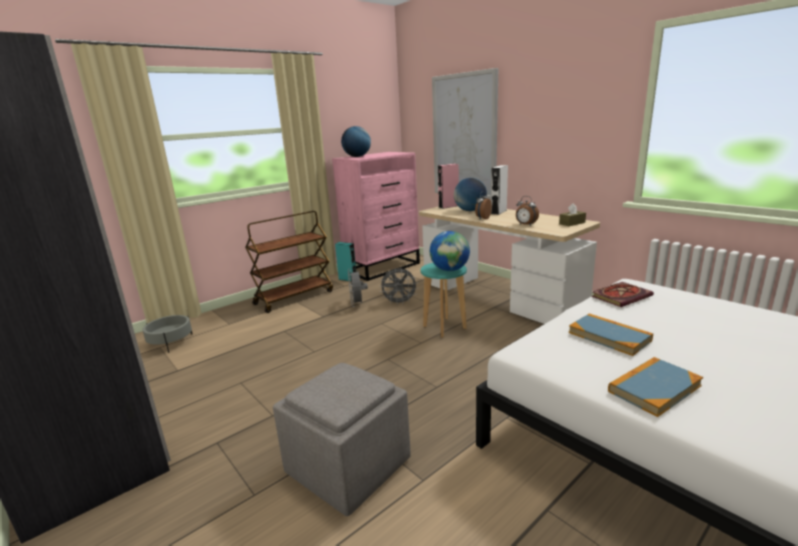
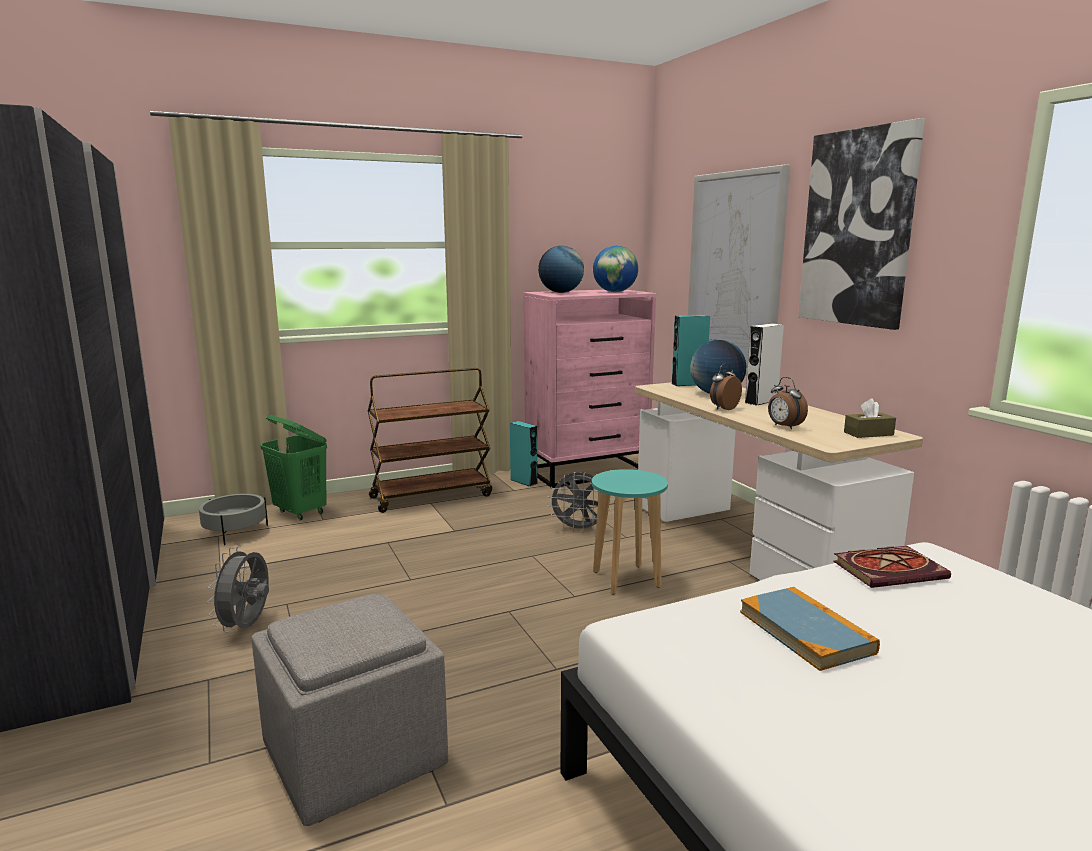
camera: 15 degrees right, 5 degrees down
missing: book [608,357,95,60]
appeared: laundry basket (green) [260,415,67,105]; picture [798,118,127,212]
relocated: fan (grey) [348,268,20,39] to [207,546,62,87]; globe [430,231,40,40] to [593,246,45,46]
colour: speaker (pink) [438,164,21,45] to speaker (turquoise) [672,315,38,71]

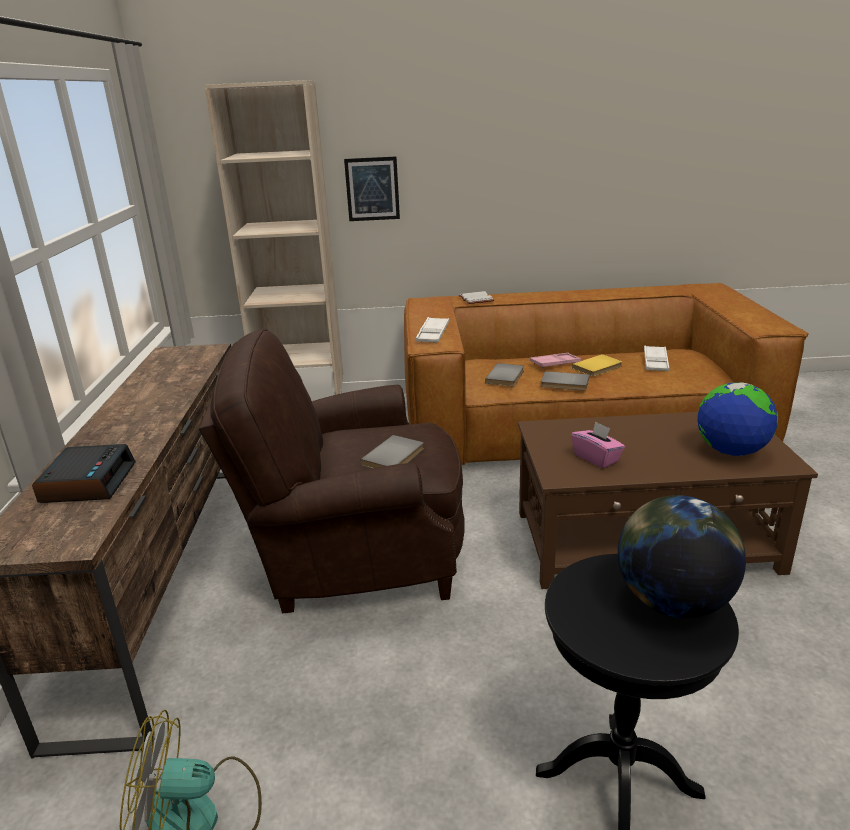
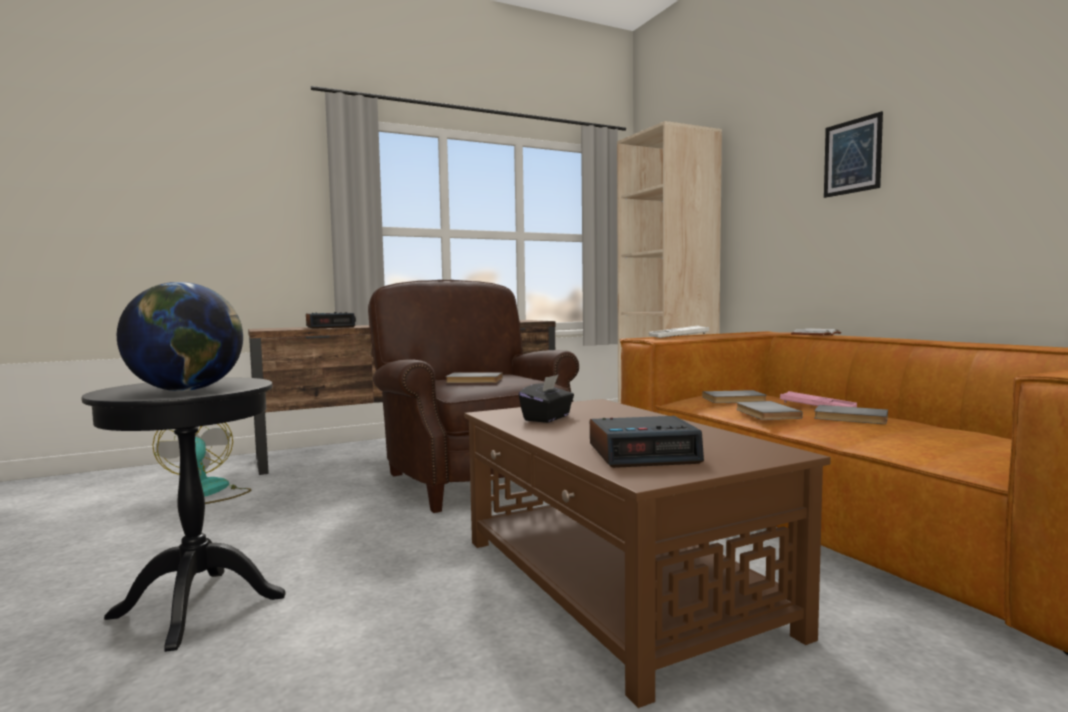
camera: 65 degrees right, 20 degrees down
missing: tray (white) [644,346,25,25]
relocated: picture [344,157,56,64] to [824,111,59,87]
exchanged: globe [697,382,81,74] to alarm clock [590,416,114,52]
colour: tissue box (pink) [571,421,54,47] to tissue box (black) [519,375,55,48]; book (yellow) [572,354,50,22] to book (grey) [814,405,74,19]

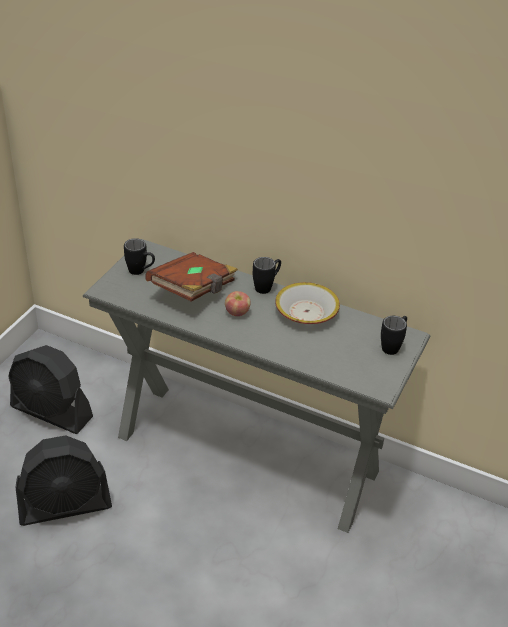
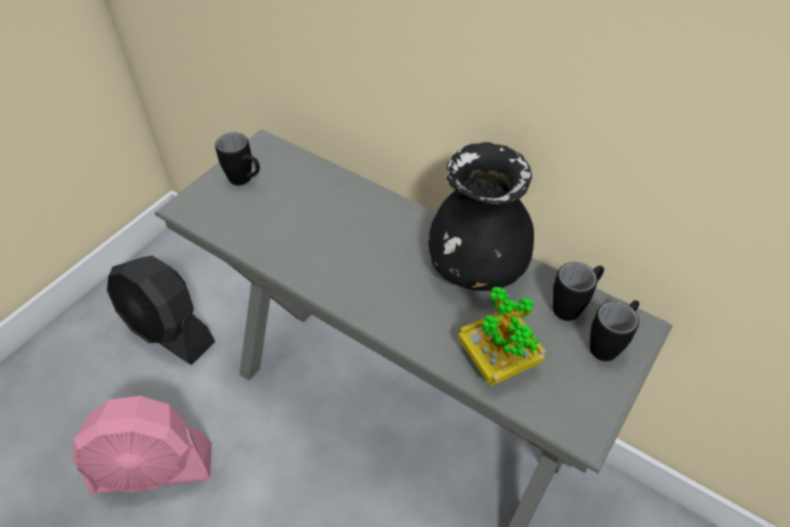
camera: 10 degrees right, 10 degrees up
missing: book (brown) [145,252,93,50]; apple [225,291,26,25]
appeared: potted plant [458,287,88,99]
relocated: mug (black) [253,257,28,37] to [553,262,51,59]
exchanged: bowl [275,282,65,42] to vase (black) [428,142,106,149]
colour: fan (black) [16,435,96,91] to fan (pink) [73,396,139,98]

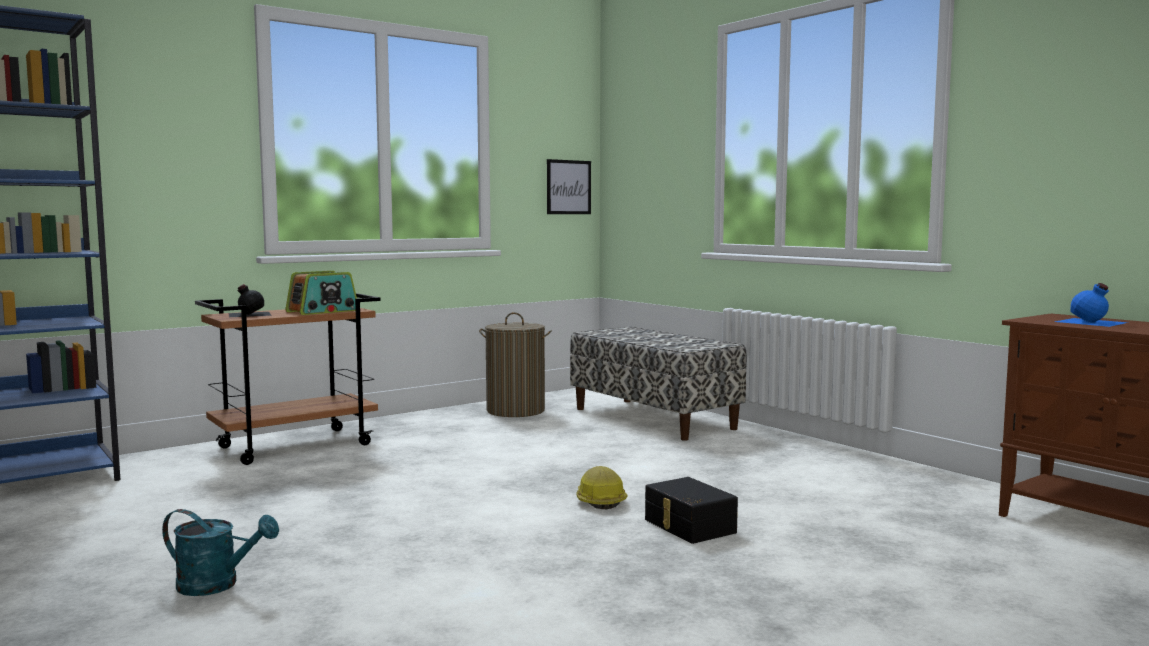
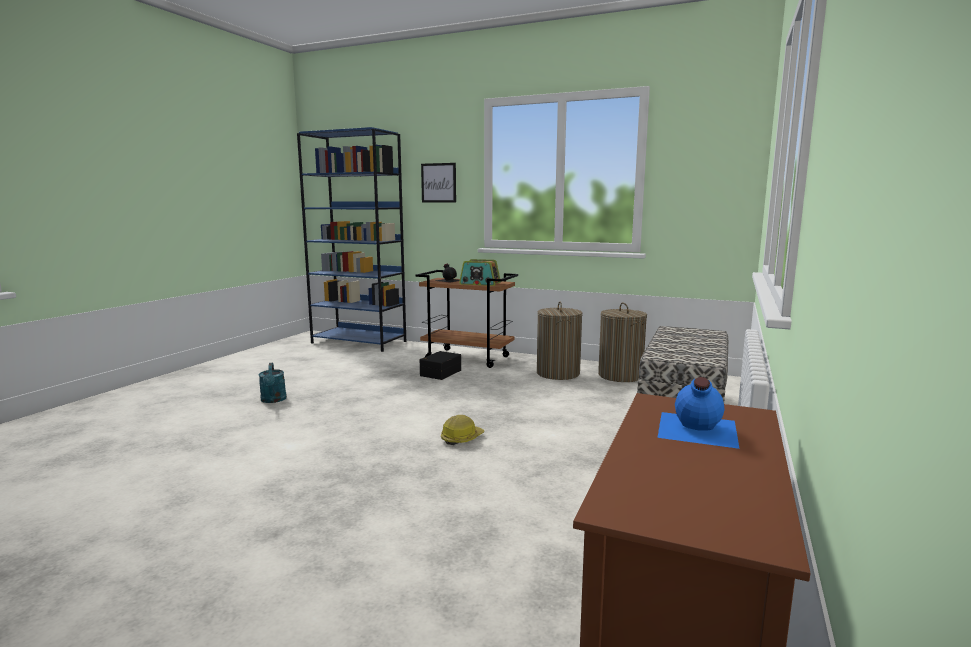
camera: 60 degrees right, 5 degrees up
appeared: laundry basket [537,301,45,79]
relocated: storage box (black) [645,477,93,67] to [420,351,41,29]; picture [547,159,44,55] to [421,163,35,40]

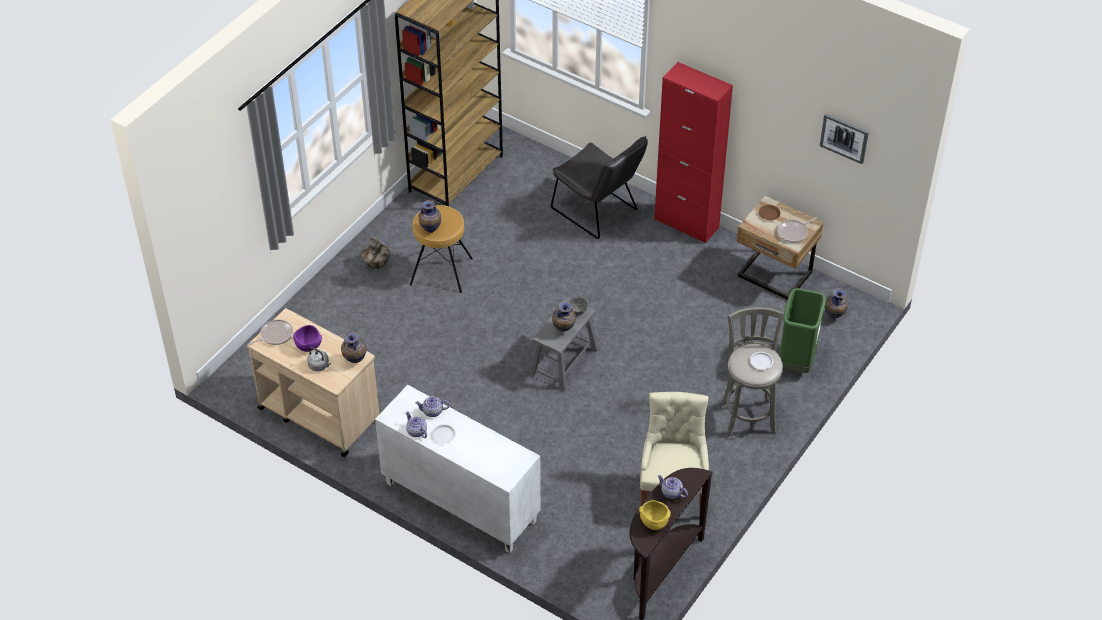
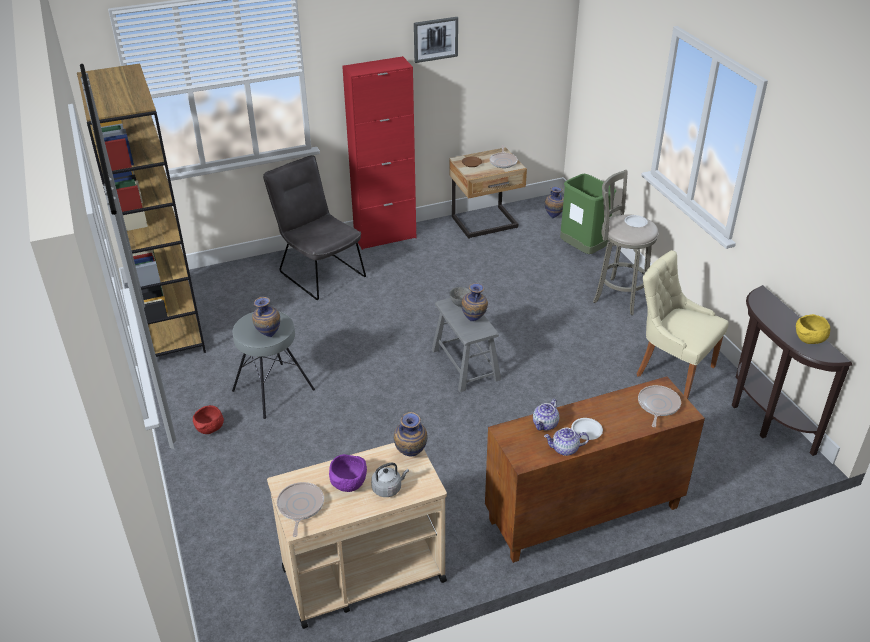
camera: 55 degrees left, 10 degrees down
missing: teapot [658,475,30,24]
appeared: frying pan [638,385,43,42]
relocated: picture [820,113,49,51] to [414,17,44,46]
exchanged: vase [361,236,29,33] to bowl (red) [193,405,31,29]
colour: stool (brown) [410,205,63,88] to stool (grey) [232,311,83,108]; cabinet (white) [375,385,166,168] to cabinet (brown) [485,376,220,187]
spun: chair (grey) [551,136,97,103] = [263,155,103,145] 120 degrees counterclockwise

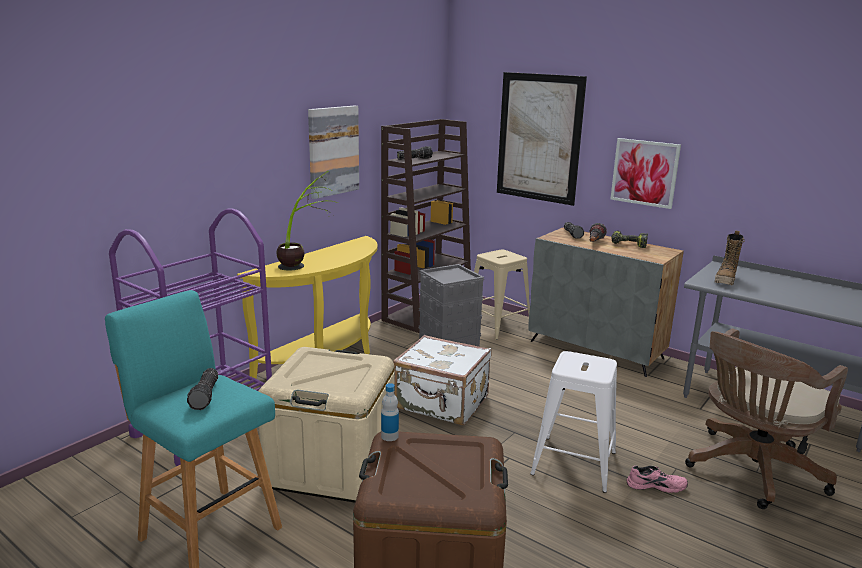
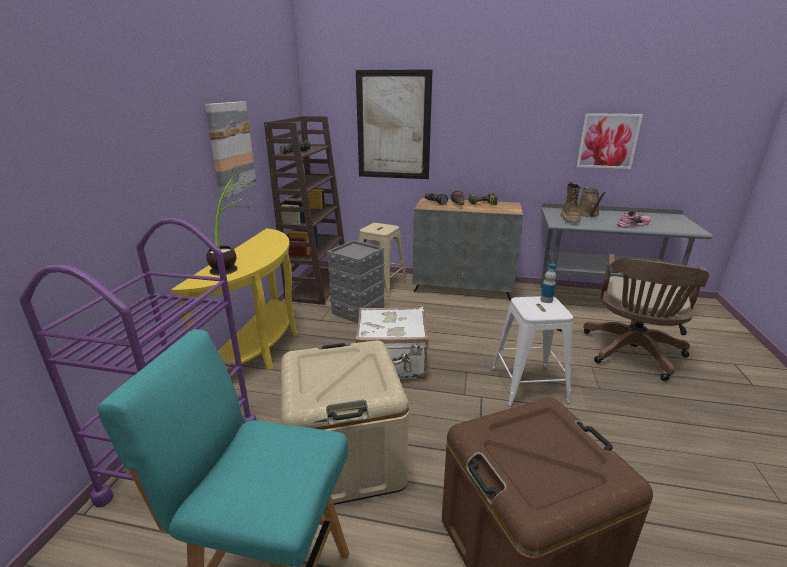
camera: 25 degrees left, 5 degrees up
missing: flashlight [187,368,31,42]
appeared: watering can (brown) [577,187,29,30]
relocated: bottle [381,383,18,58] to [540,263,16,40]; picture [610,138,71,71] to [576,113,67,56]; shoe (pink) [627,466,61,27] to [617,211,34,17]

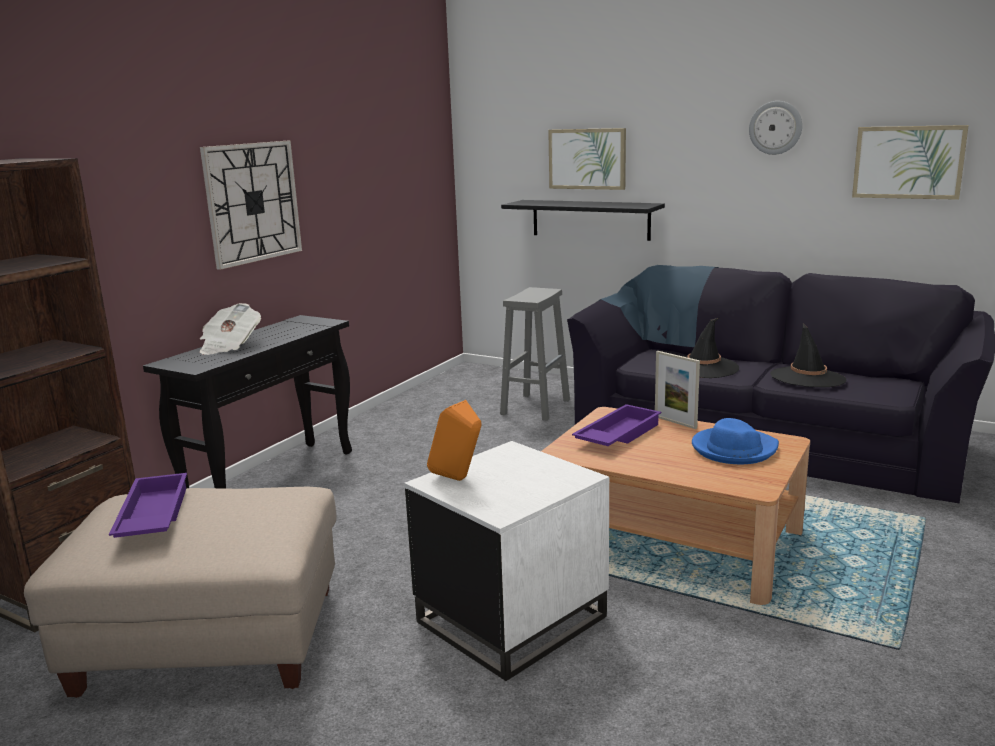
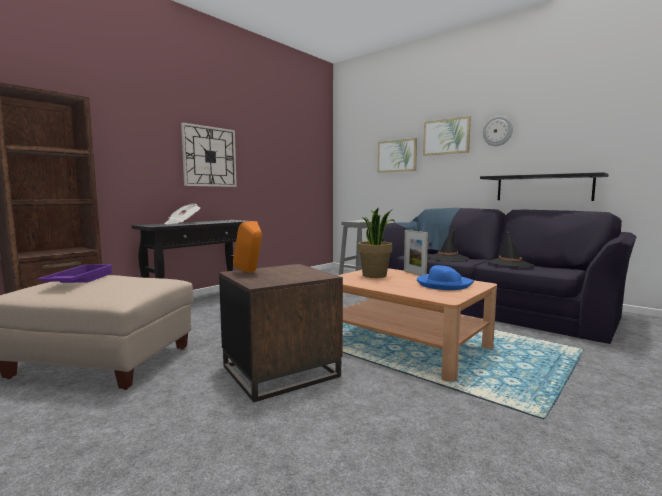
camera: 10 degrees right, 10 degrees down
relocated: picture [852,125,117,75] to [423,116,48,40]; shelf (black) [501,200,164,41] to [480,172,128,29]
exchanged: tray (purple) [572,404,89,42] to potted plant [358,207,36,71]
colour: side table (white) [404,441,205,240] to side table (brown) [219,264,124,138]

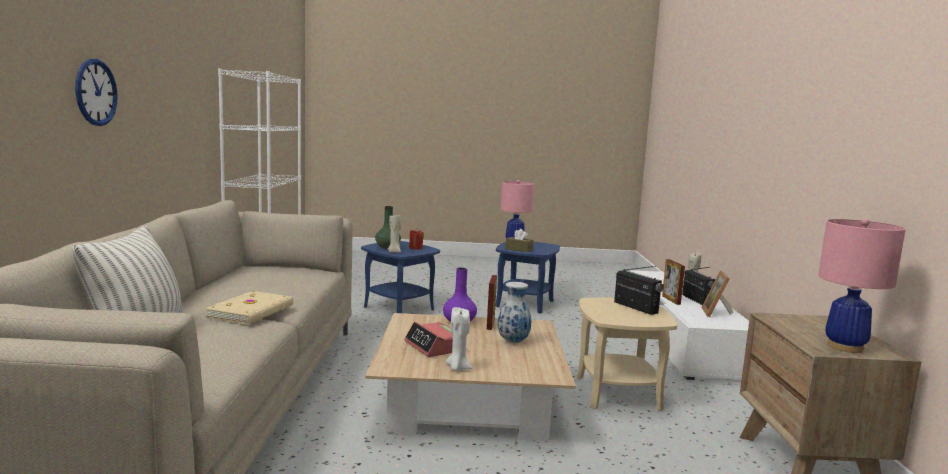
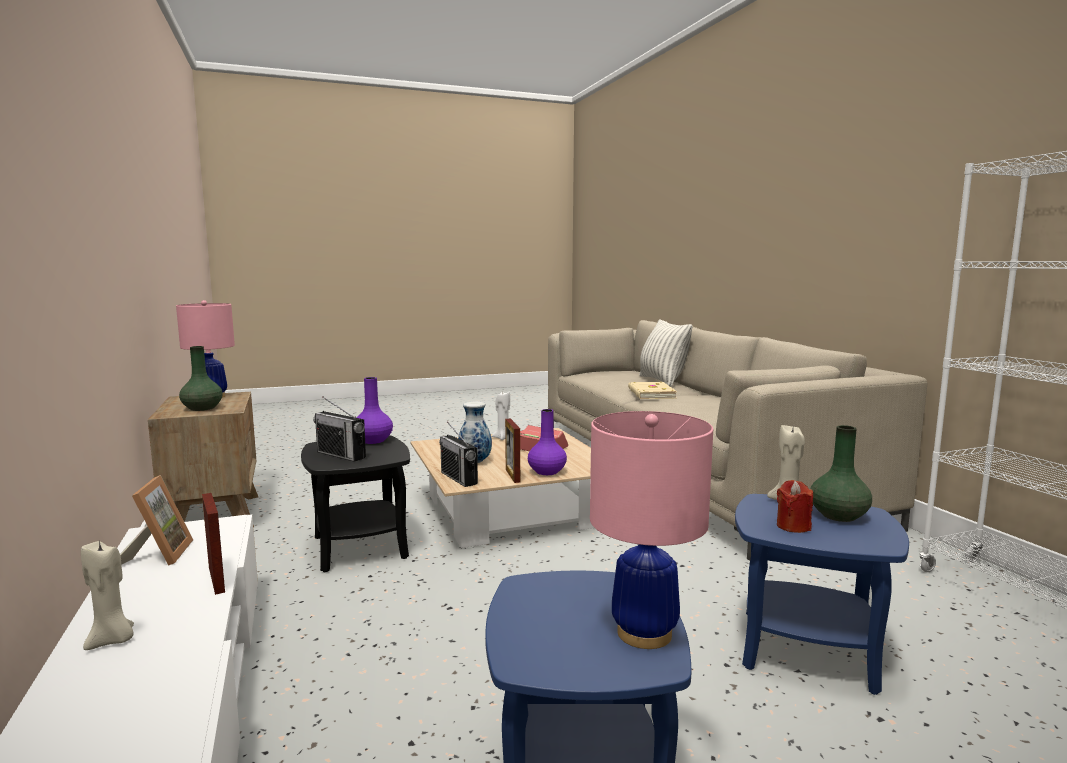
camera: 160 degrees right, 0 degrees up
missing: wall clock [75,59,43,67]; tissue box (brown) [505,229,28,23]
appeared: vase (green) [179,346,44,65]; vase (purple) [357,377,36,67]
relocated: radio [682,267,33,38] to [439,421,39,66]
colour: side table (beige) [577,297,100,114] to side table (black) [301,435,109,137]

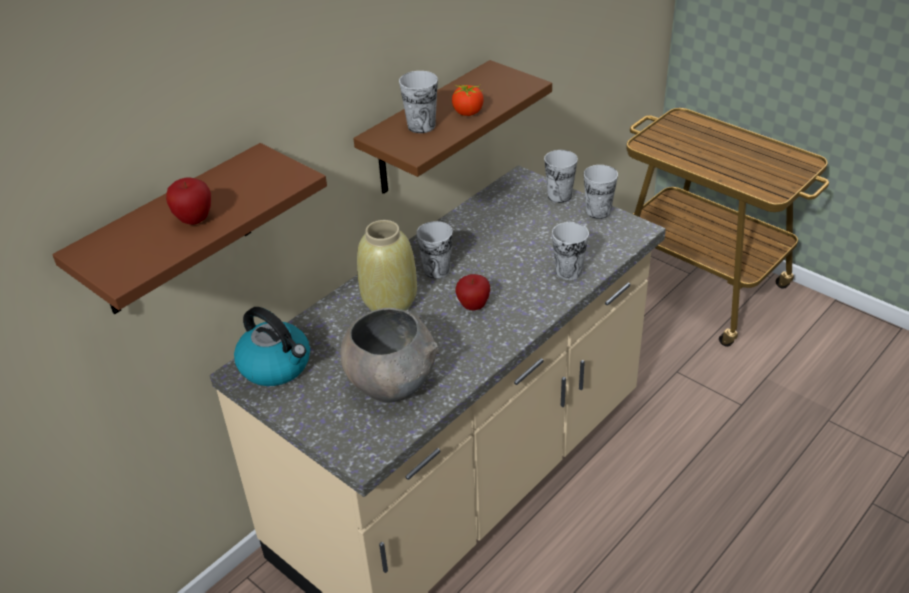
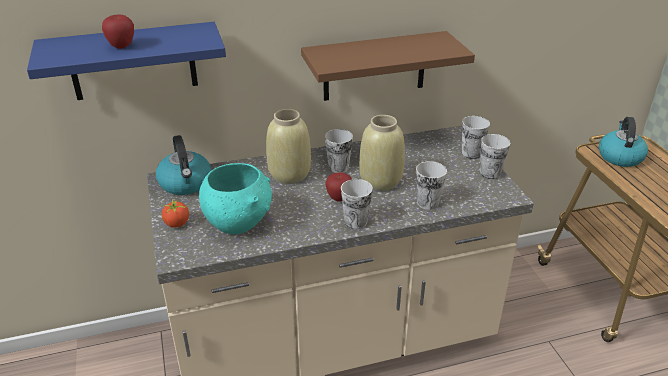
camera: 30 degrees right, 5 degrees down
appeared: vase (beige) [359,115,46,76]; kettle [599,117,49,50]
relocated: tomato [452,84,32,32] to [162,198,27,30]; cup [399,71,39,62] to [341,179,32,50]
colour: shelf (brown) [52,143,275,171] to shelf (blue) [27,22,199,78]; bowl (grey) [340,308,99,95] to bowl (turquoise) [199,163,73,71]

